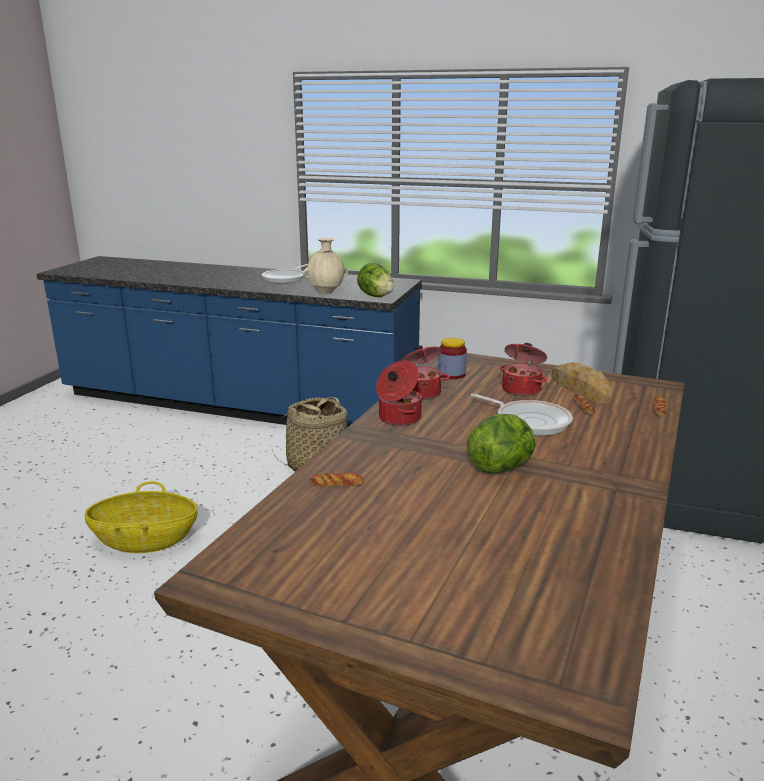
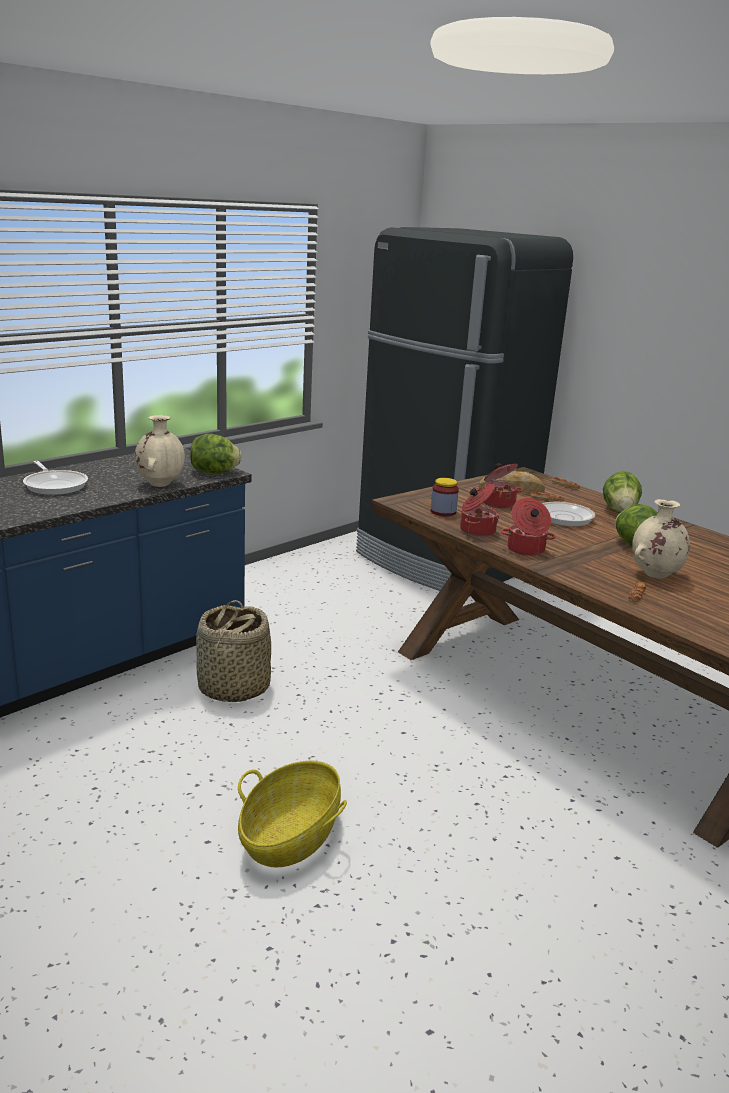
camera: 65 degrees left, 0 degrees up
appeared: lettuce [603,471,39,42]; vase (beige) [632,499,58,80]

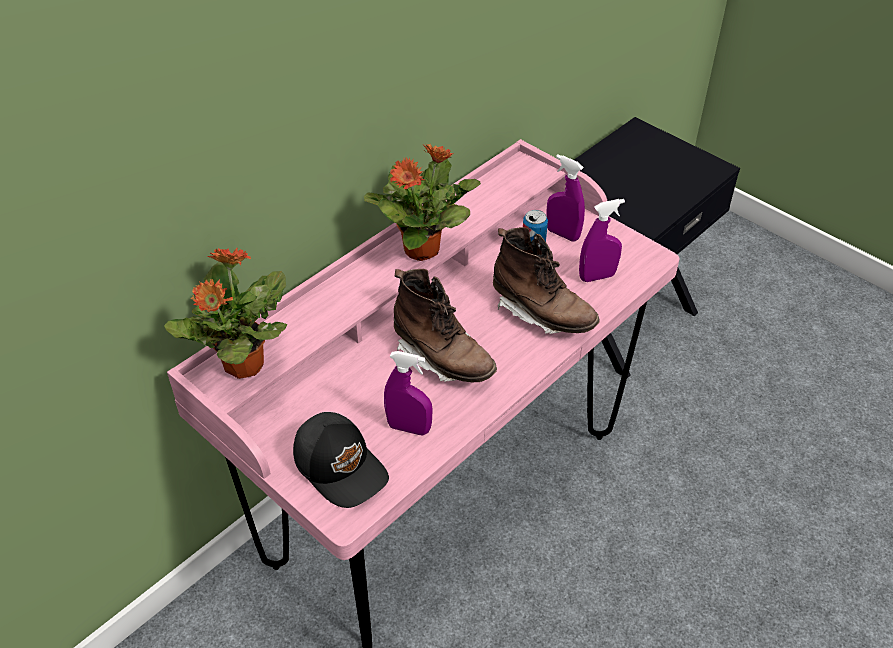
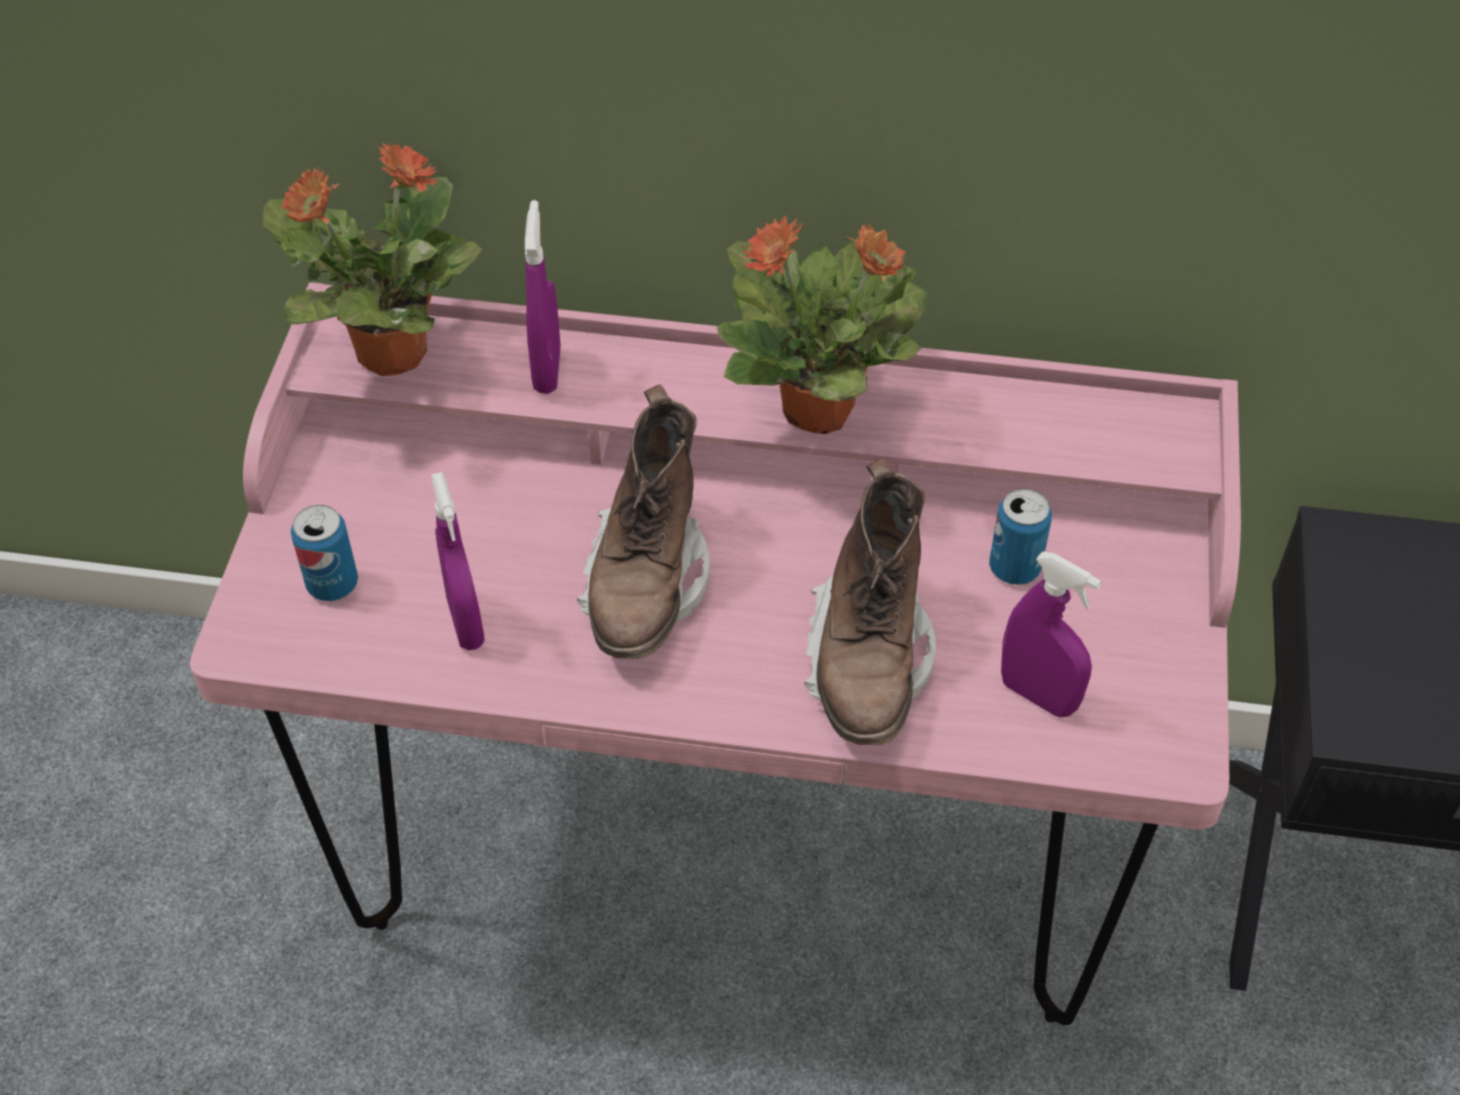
camera: 55 degrees right, 5 degrees up
relocated: spray bottle (purple) [546,155,39,86] to [525,200,36,194]
exchanged: cap (black) [293,412,96,96] to can [291,505,67,96]

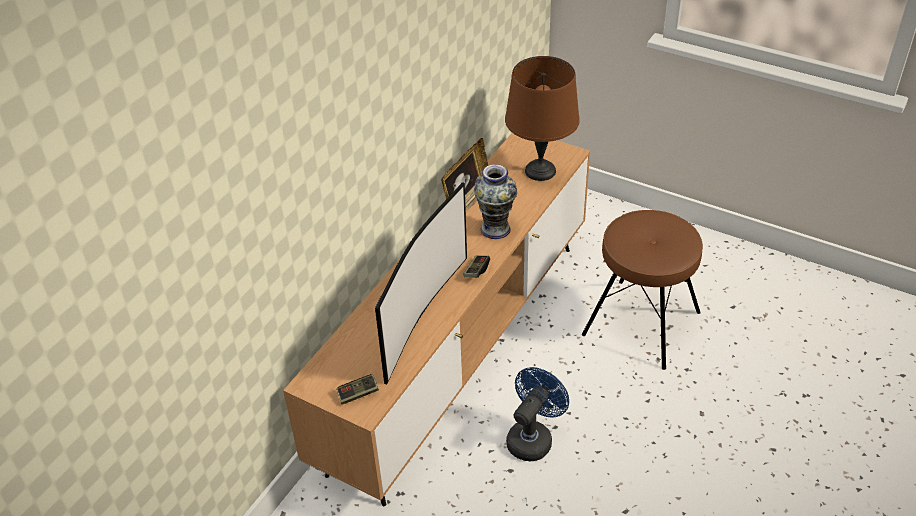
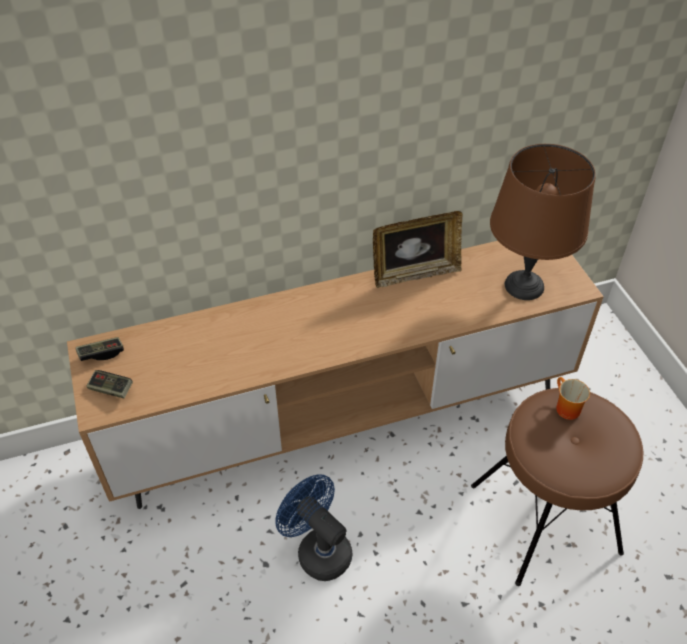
camera: 40 degrees right, 5 degrees up
missing: television [375,182,92,203]; vase [474,164,43,75]
appeared: mug [556,377,34,43]
relocated: game controller [463,255,27,23] to [76,337,48,24]
spun: fan (blue) [506,367,63,94] = [275,474,77,107] 120 degrees counterclockwise

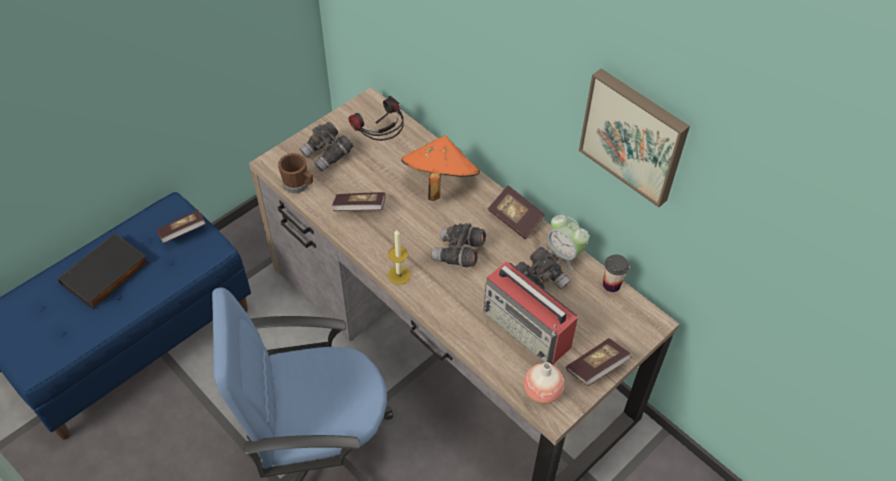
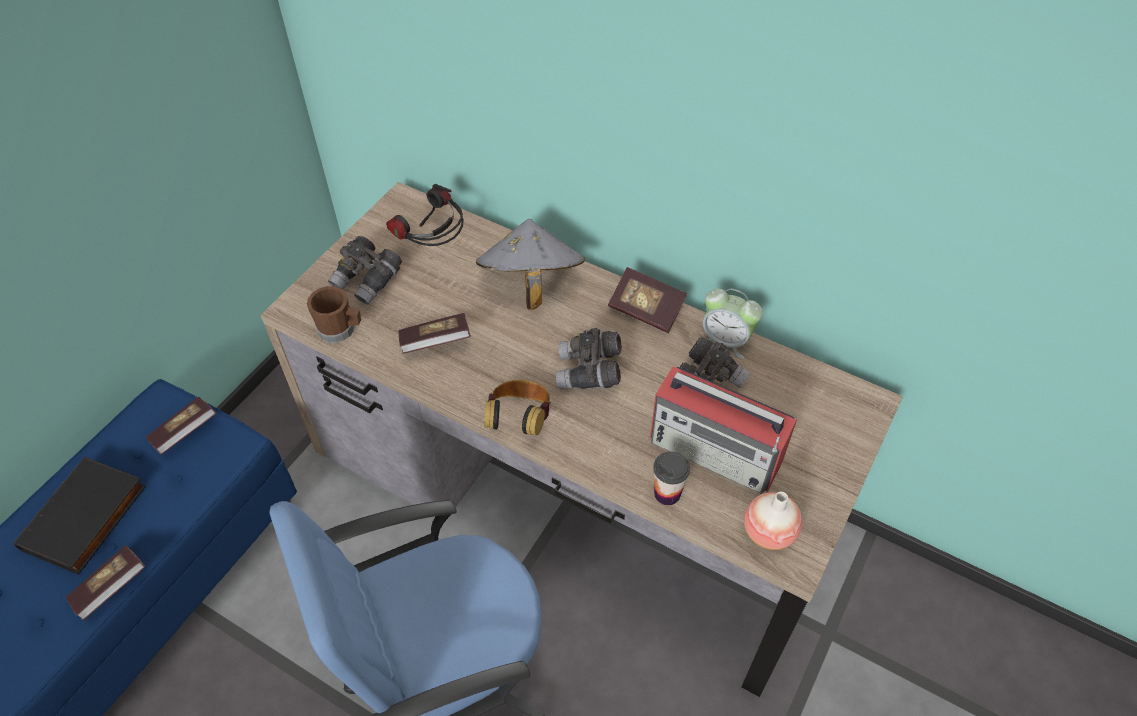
camera: 15 degrees left, 0 degrees up
missing: picture [579,68,111,139]
relocated: book [566,338,66,48] to [66,545,80,75]; cup [603,254,26,38] to [653,452,37,53]
exchanged: candle [388,230,23,55] to headphones [484,380,67,55]
colour: hat (orange) [401,135,79,66] to hat (grey) [476,219,109,91]

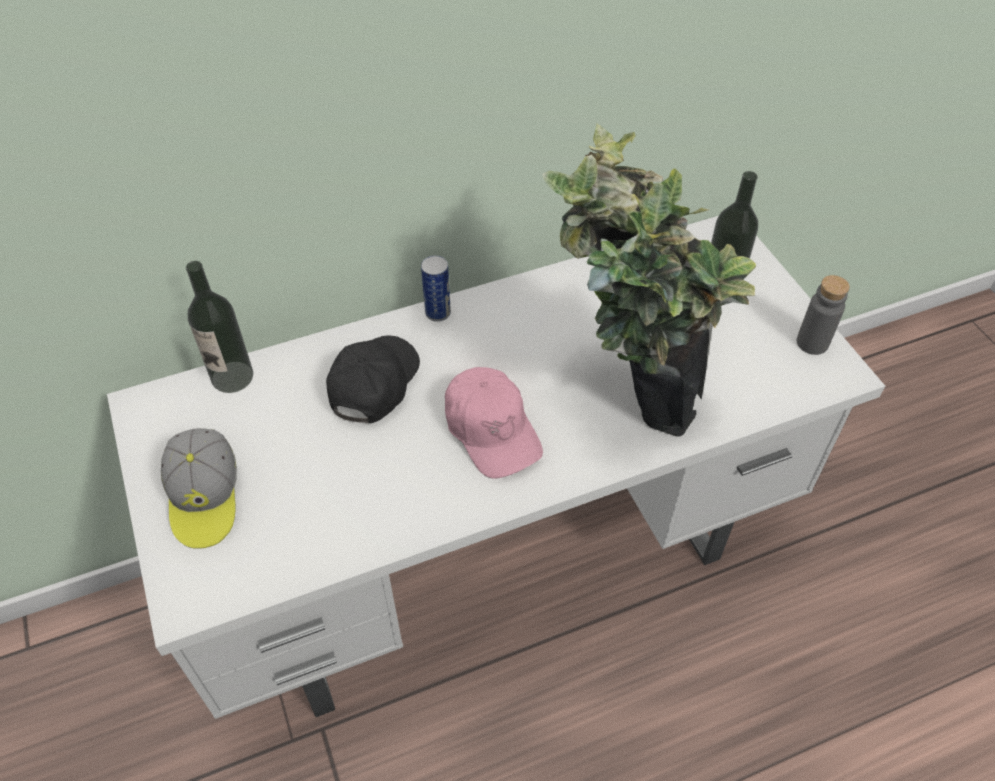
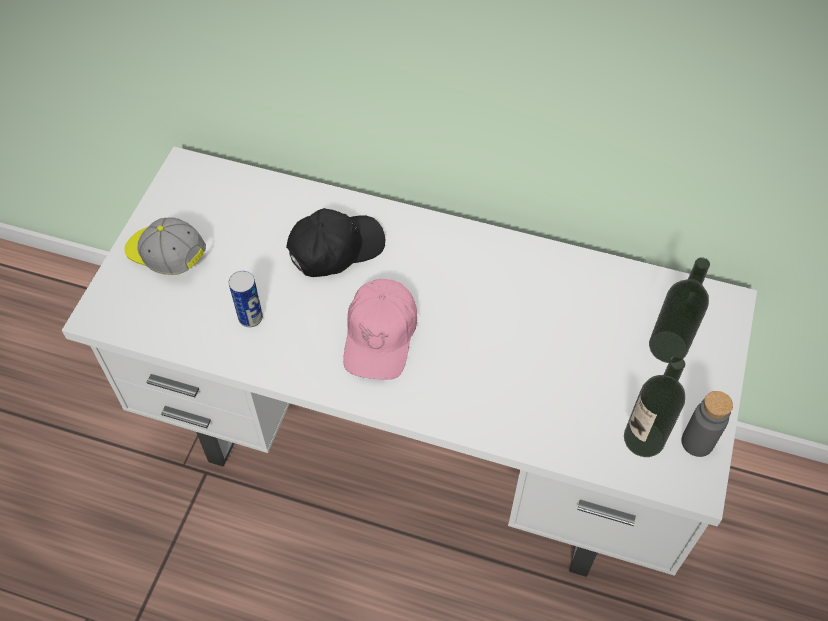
camera: 40 degrees right, 5 degrees up
missing: potted plant [542,124,214,313]
relocated: can [421,256,30,66] to [229,271,34,56]; bottle [186,261,67,132] to [624,356,61,101]
spun: cap [161,428,76,120] = [125,217,81,58] 90 degrees clockwise

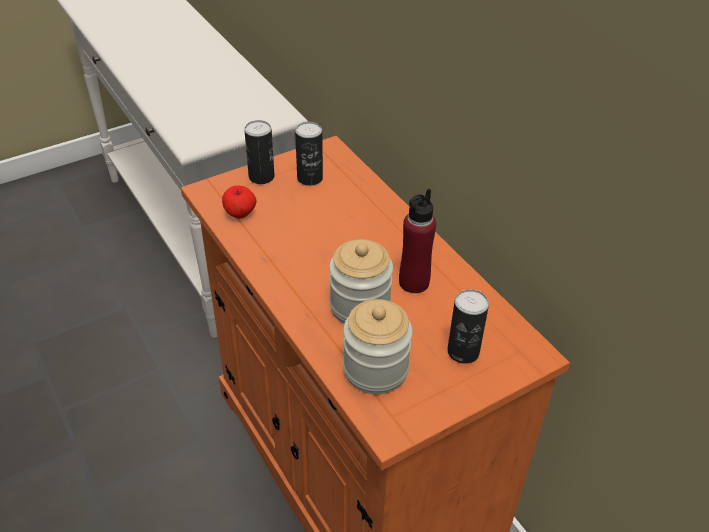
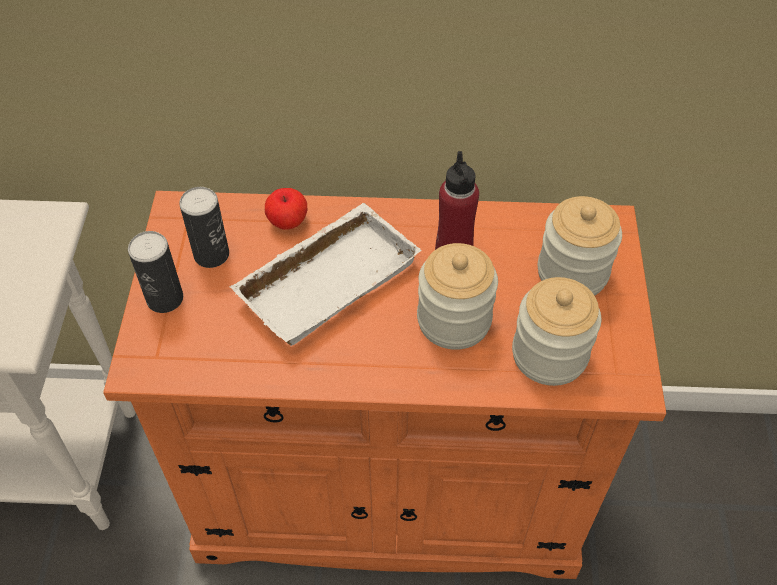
camera: 55 degrees left, 10 degrees up
appeared: tray (white) [230,203,192,143]
relocated: apple [222,186,35,33] to [265,188,43,42]
exchanged: can [447,289,42,75] to jar [538,196,84,100]

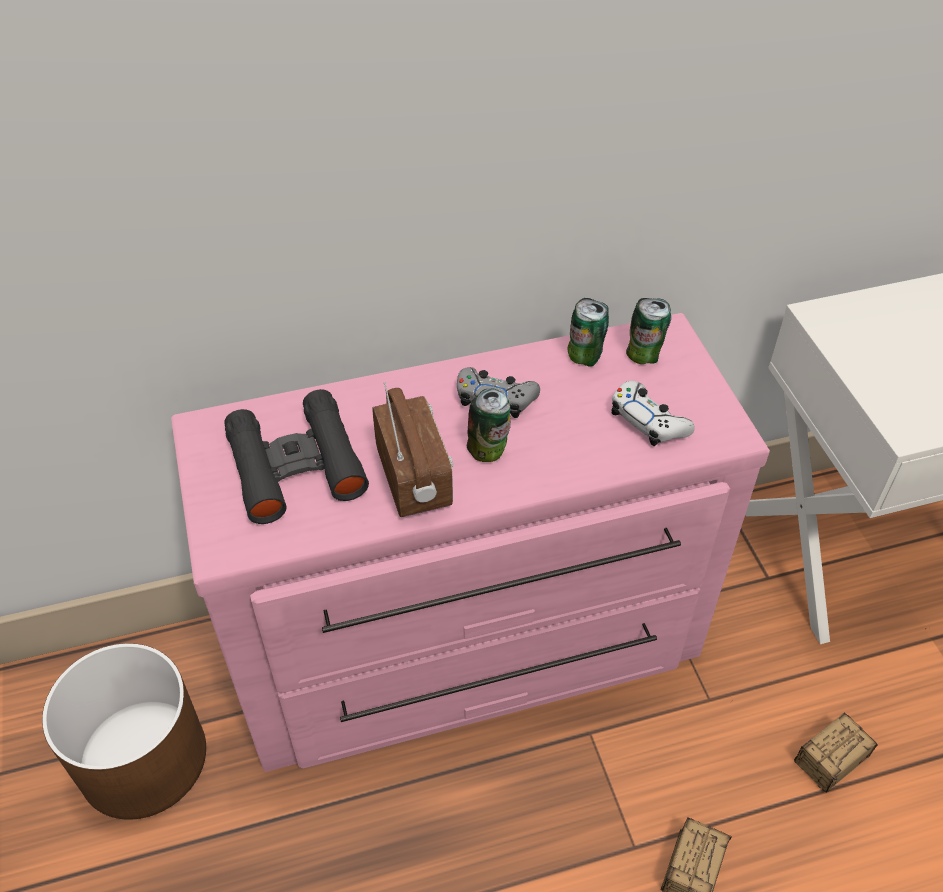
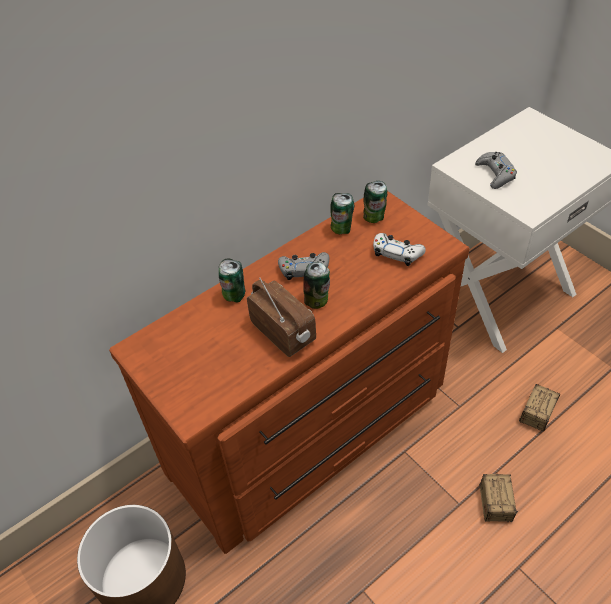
camera: 20 degrees left, 0 degrees up
missing: binoculars (black) [224,389,145,135]
appeared: can [219,258,26,45]; game controller (grey) [475,152,42,37]
colour: dresser (pink) [171,313,599,459] to dresser (brown) [109,191,361,363]

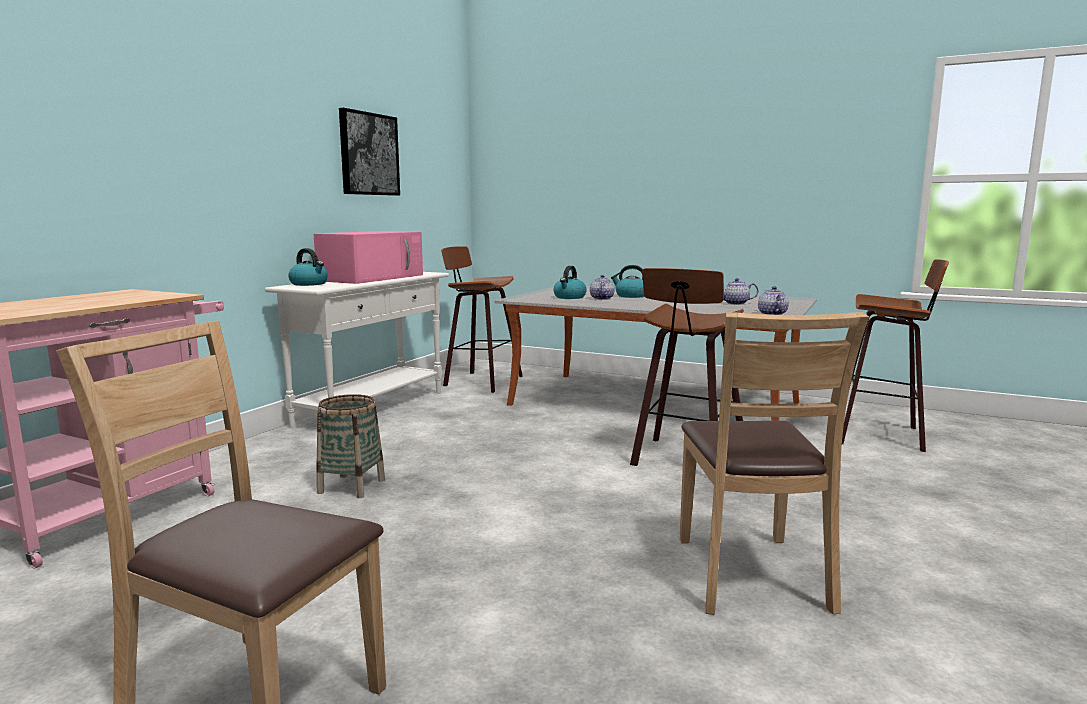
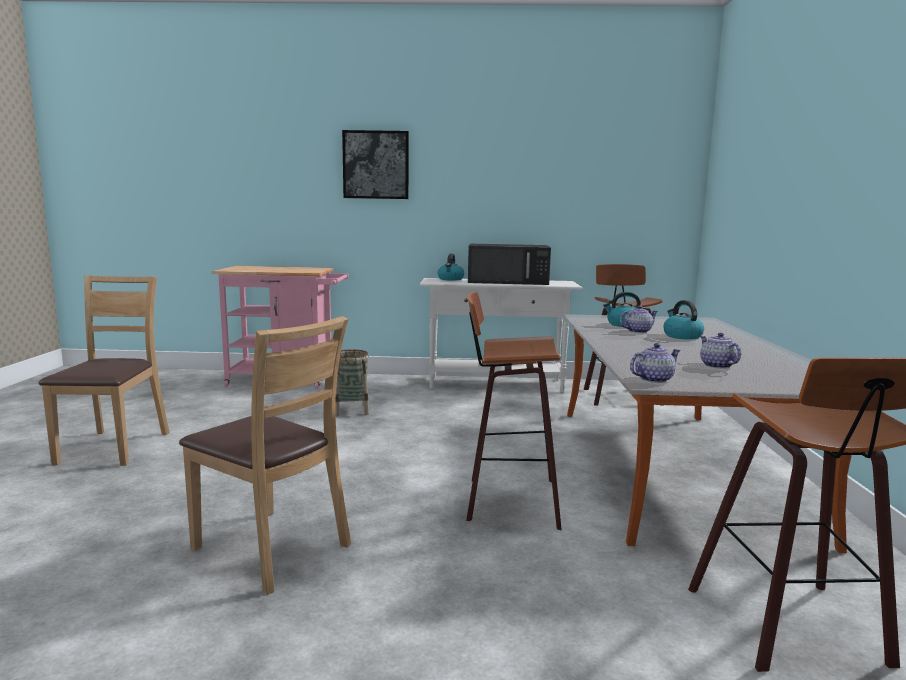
camera: 65 degrees right, 0 degrees up
relocated: picture [339,108,61,88] to [342,130,67,69]
colour: microwave (pink) [314,231,109,53] to microwave (black) [468,244,83,41]
spun: chair (brown) [680,312,189,303] = [179,316,172,279] 120 degrees counterclockwise

